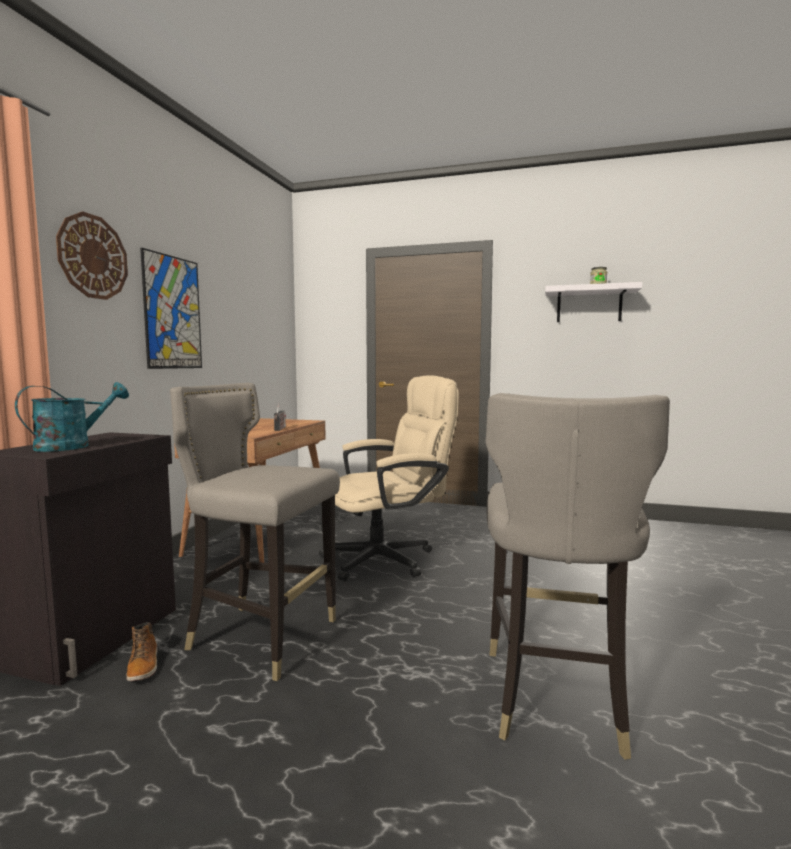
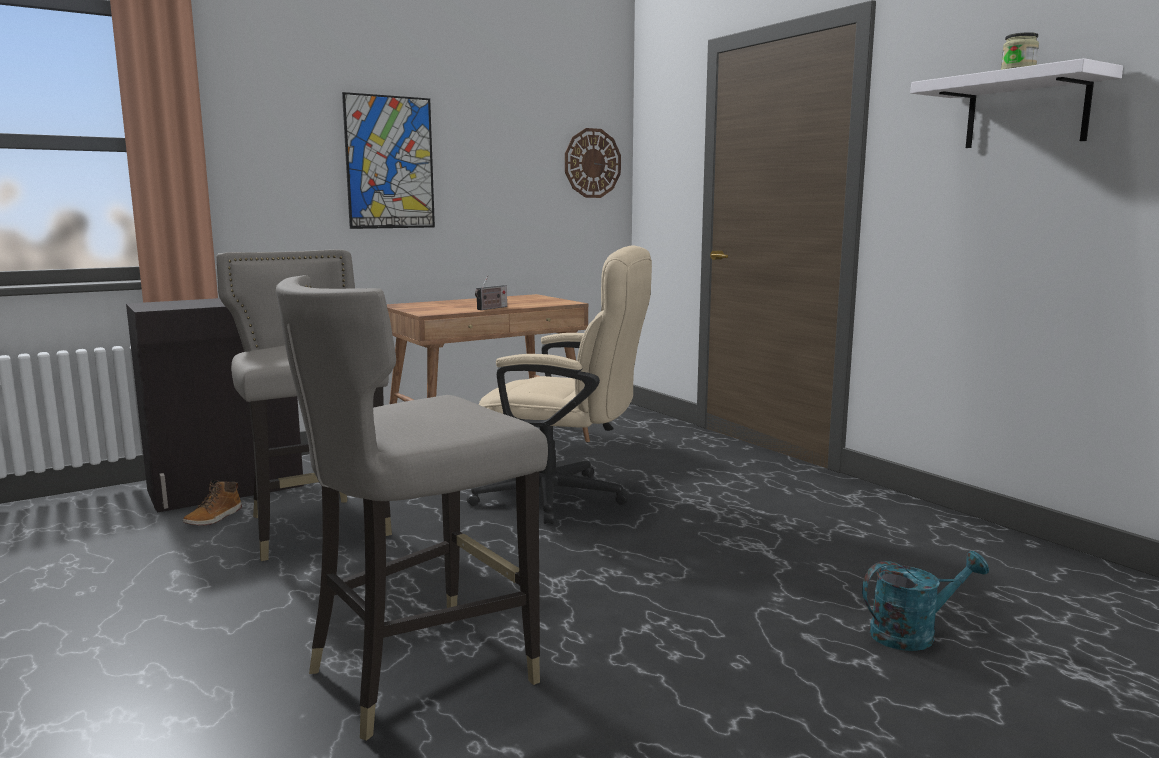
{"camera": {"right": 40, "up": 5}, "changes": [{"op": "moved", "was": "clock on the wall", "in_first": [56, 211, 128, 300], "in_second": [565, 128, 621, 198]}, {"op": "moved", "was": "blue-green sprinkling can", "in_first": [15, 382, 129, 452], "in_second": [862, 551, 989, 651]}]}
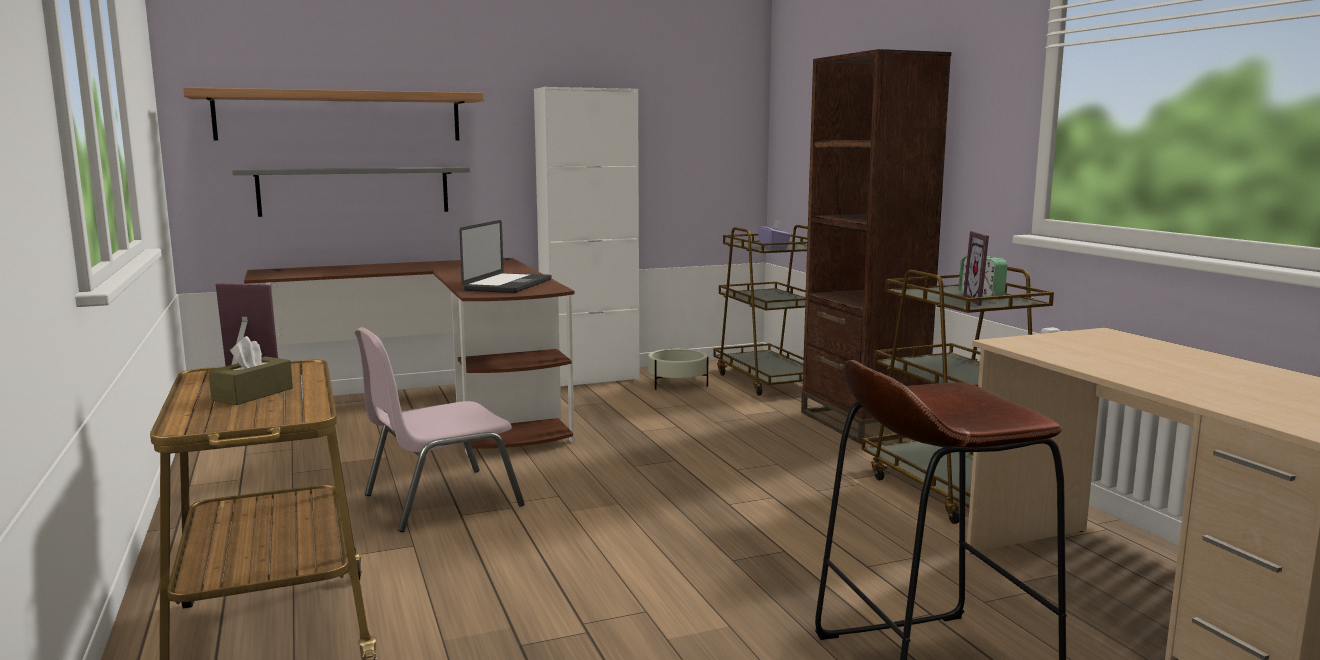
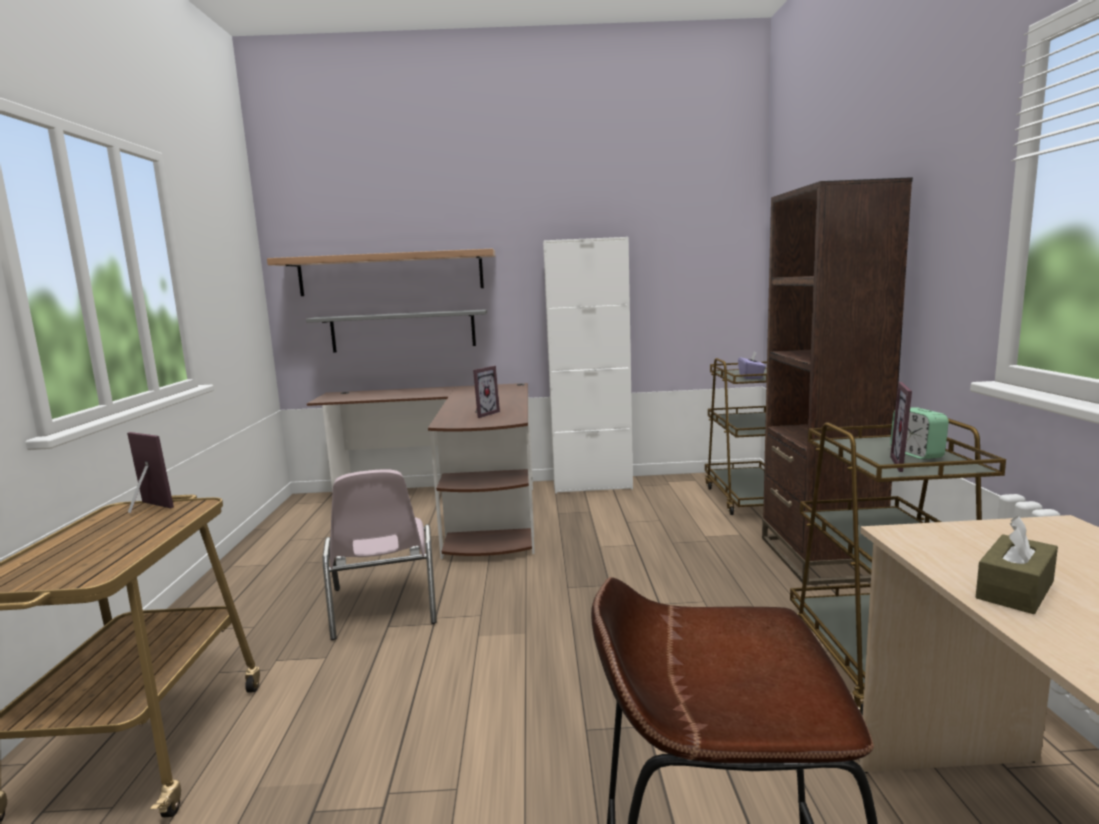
{"camera": {"right": 20, "up": 0}, "changes": [{"op": "replaced", "was": "laptop", "now": "picture frame", "in_first": [459, 220, 552, 293], "in_second": [473, 366, 500, 418]}, {"op": "turned", "was": "pink-coloured plain chair", "in_first": [354, 327, 525, 532], "in_second": [323, 469, 437, 640], "clockwise": -90}, {"op": "moved", "was": "brown-coloured box of tissues", "in_first": [209, 336, 293, 405], "in_second": [976, 516, 1058, 614]}, {"op": "removed", "was": "beige flower pot", "in_first": [648, 348, 708, 390]}]}
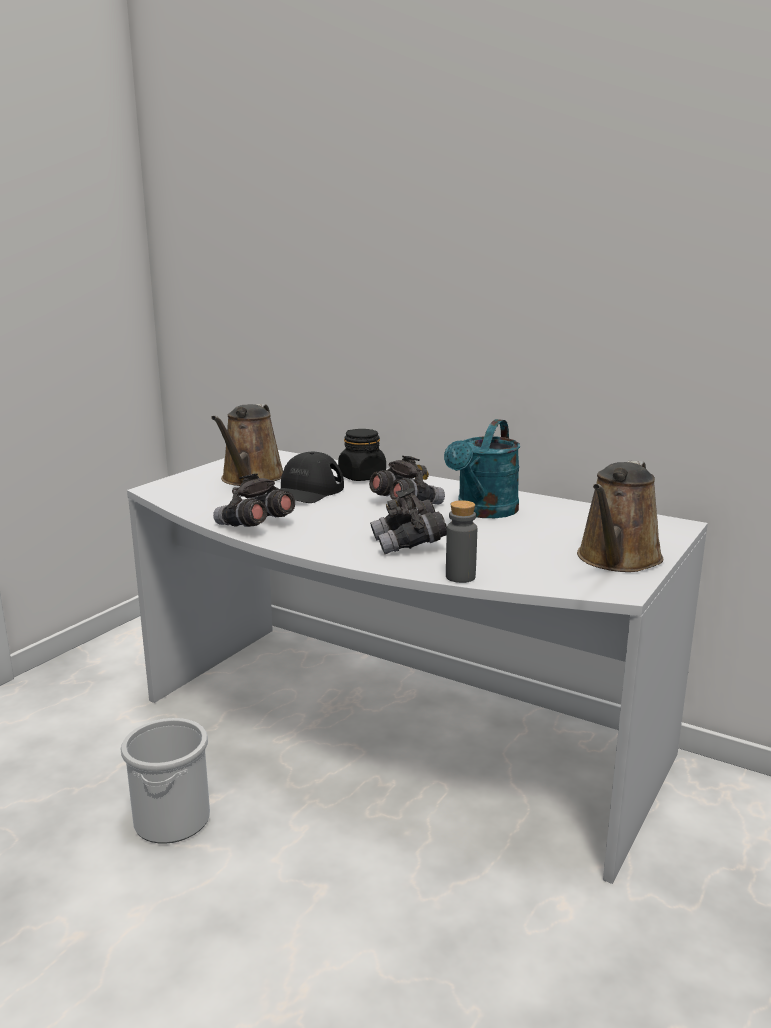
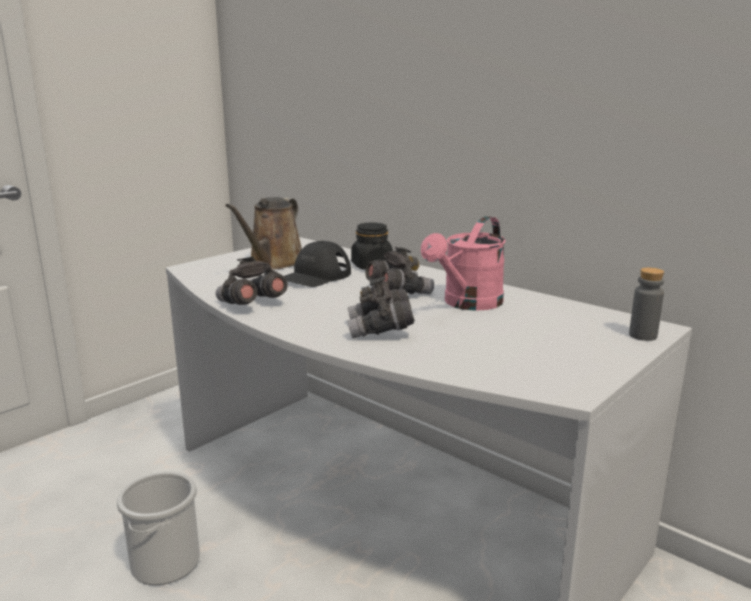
{"camera": {"right": 10, "up": 0}, "changes": [{"op": "recoloured", "was": "blue-green sprinkling can", "now": "pink-coloured sprinkling can", "in_first": [444, 419, 520, 518], "in_second": [421, 216, 506, 311]}, {"op": "removed", "was": "brown-coloured sprinkling can", "in_first": [577, 461, 663, 572]}, {"op": "moved", "was": "greyish drink bottle", "in_first": [446, 500, 477, 583], "in_second": [629, 267, 664, 341]}]}
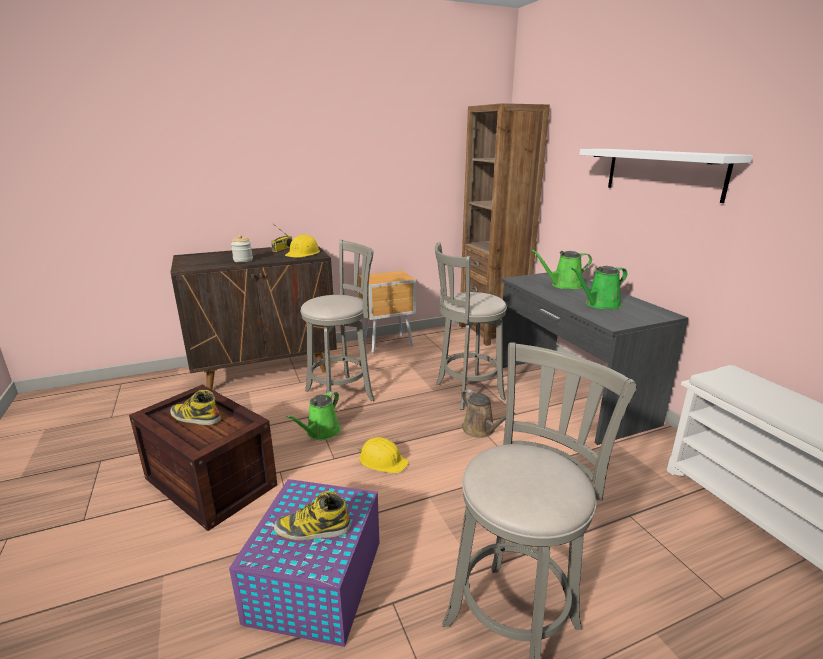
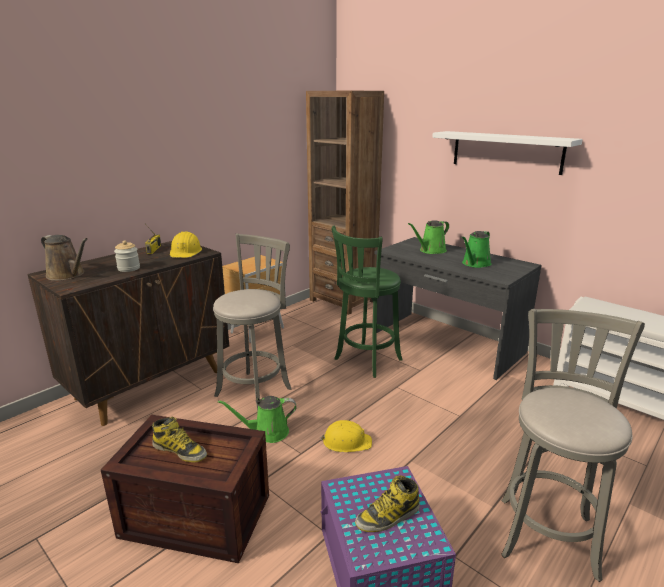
{"camera": {"right": -25, "up": 0}, "changes": [{"op": "recoloured", "was": "greyish stool", "now": "greenish stool", "in_first": [435, 242, 507, 410], "in_second": [332, 226, 403, 378]}, {"op": "moved", "was": "brown-coloured sprinkling can", "in_first": [462, 389, 515, 438], "in_second": [41, 235, 88, 281]}, {"op": "turned", "was": "tall boot", "in_first": [170, 390, 221, 425], "in_second": [152, 417, 207, 462], "clockwise": -150}, {"op": "turned", "was": "greenish sprinkling can", "in_first": [286, 391, 341, 440], "in_second": [218, 396, 297, 443], "clockwise": 75}]}
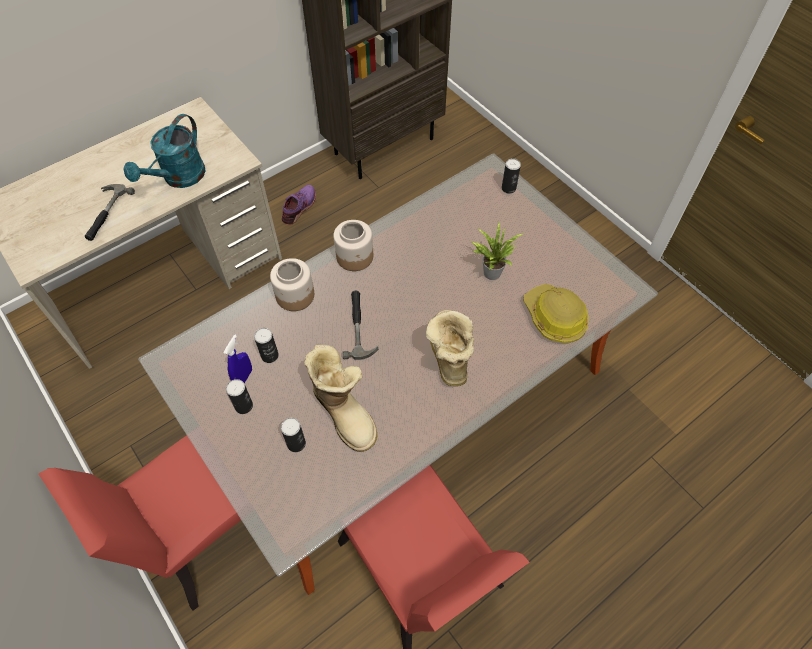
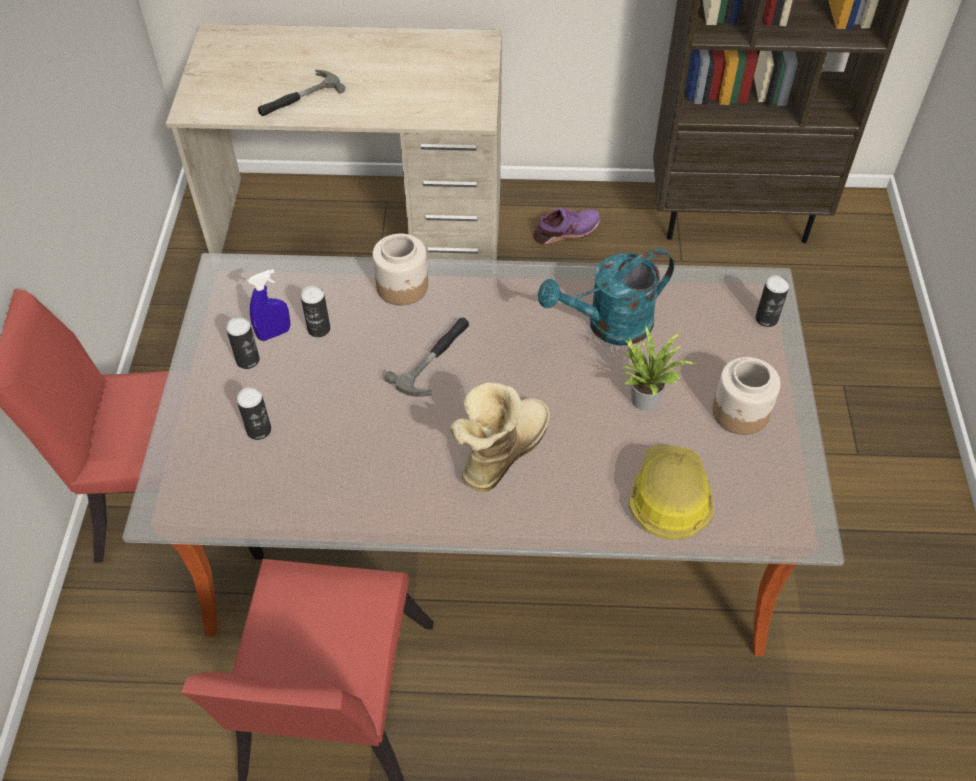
{"camera": {"right": 40, "up": -5}, "changes": [{"op": "moved", "was": "blue-green sprinkling can", "in_first": [124, 114, 205, 188], "in_second": [538, 249, 674, 345]}, {"op": "moved", "was": "jar", "in_first": [333, 220, 373, 271], "in_second": [712, 357, 781, 435]}, {"op": "removed", "was": "tall boot", "in_first": [304, 345, 378, 452]}]}
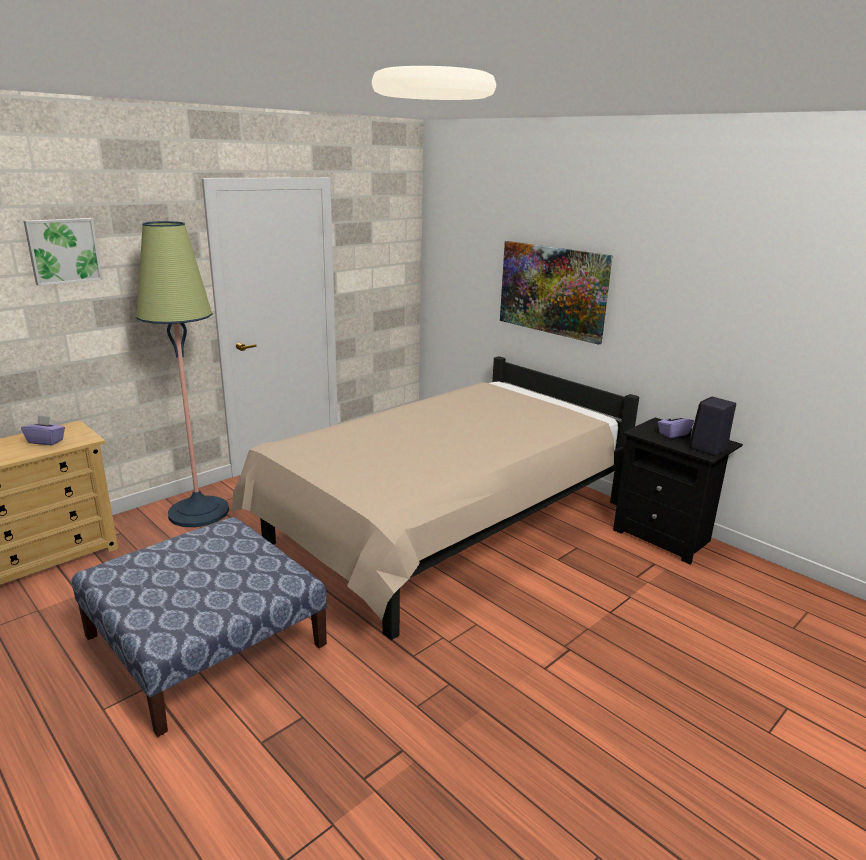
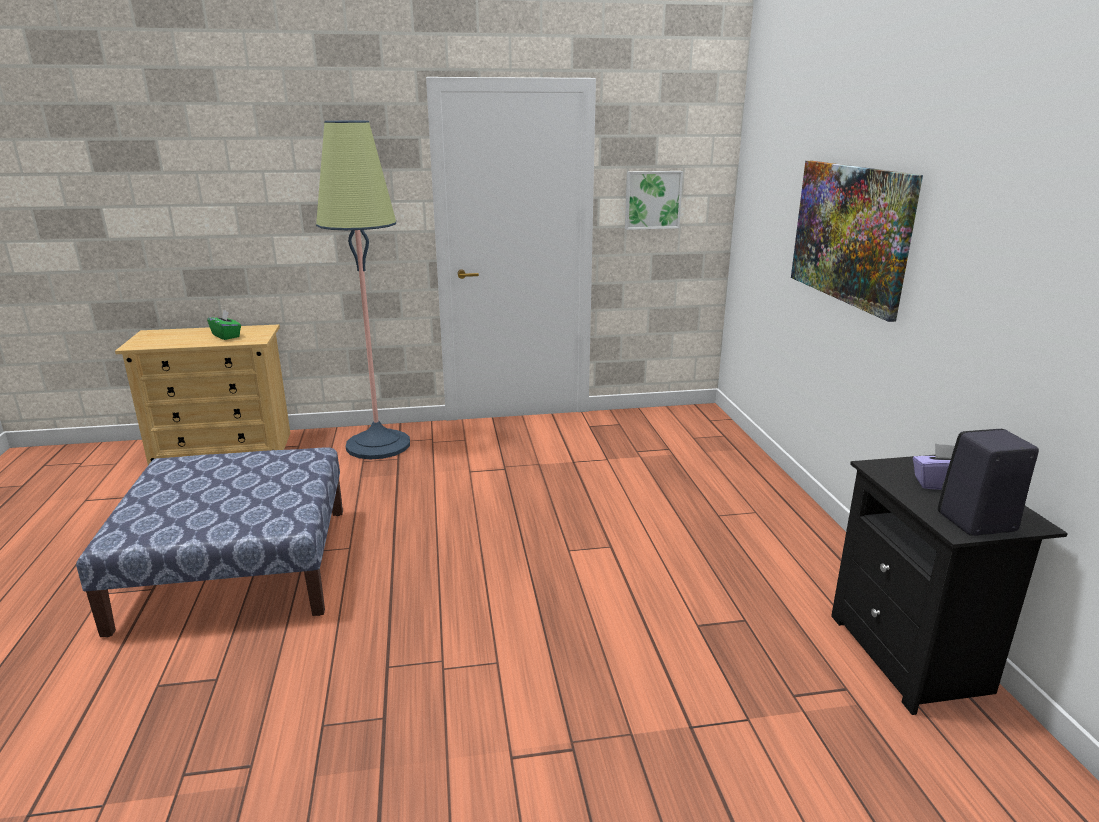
{"camera": {"right": 35, "up": 0}, "changes": [{"op": "moved", "was": "picture", "in_first": [24, 218, 103, 286], "in_second": [625, 171, 683, 230]}, {"op": "removed", "was": "beige bed", "in_first": [232, 356, 639, 640]}, {"op": "recoloured", "was": "purple box of tissues", "now": "greenish box of tissues", "in_first": [21, 415, 65, 445], "in_second": [207, 310, 241, 340]}]}
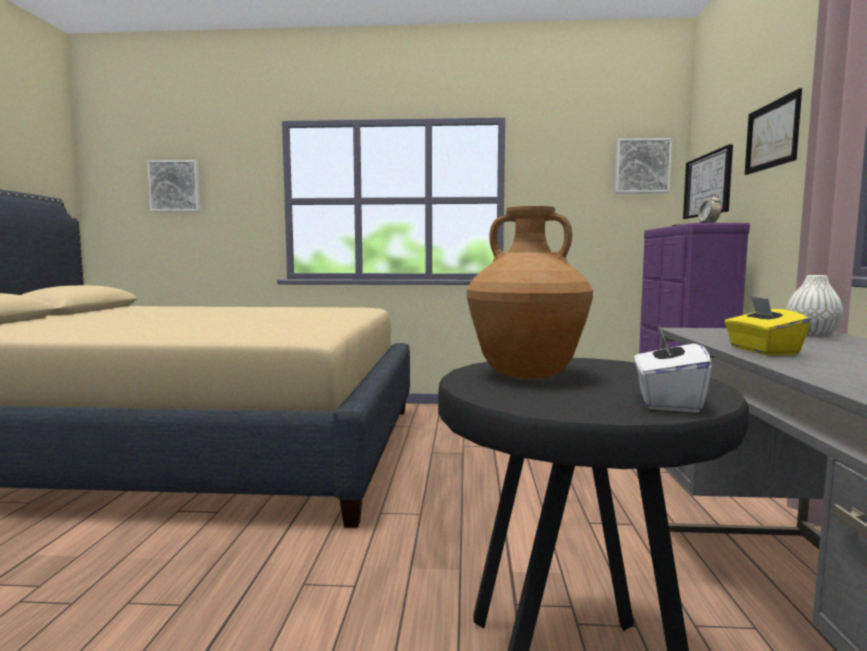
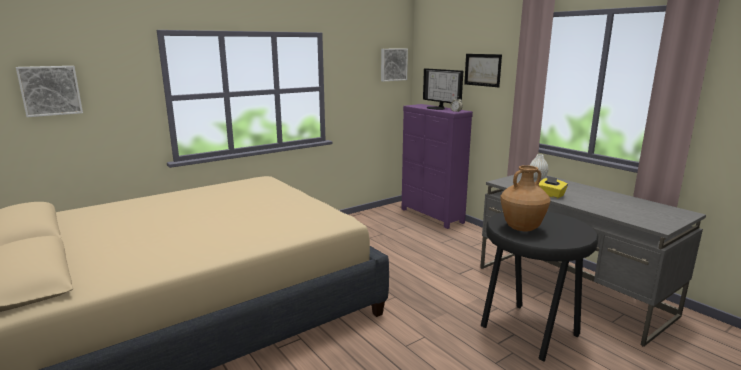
{"camera": {"right": -40, "up": 10}, "changes": [{"op": "removed", "was": "whitish box of tissues", "in_first": [634, 327, 712, 413]}]}
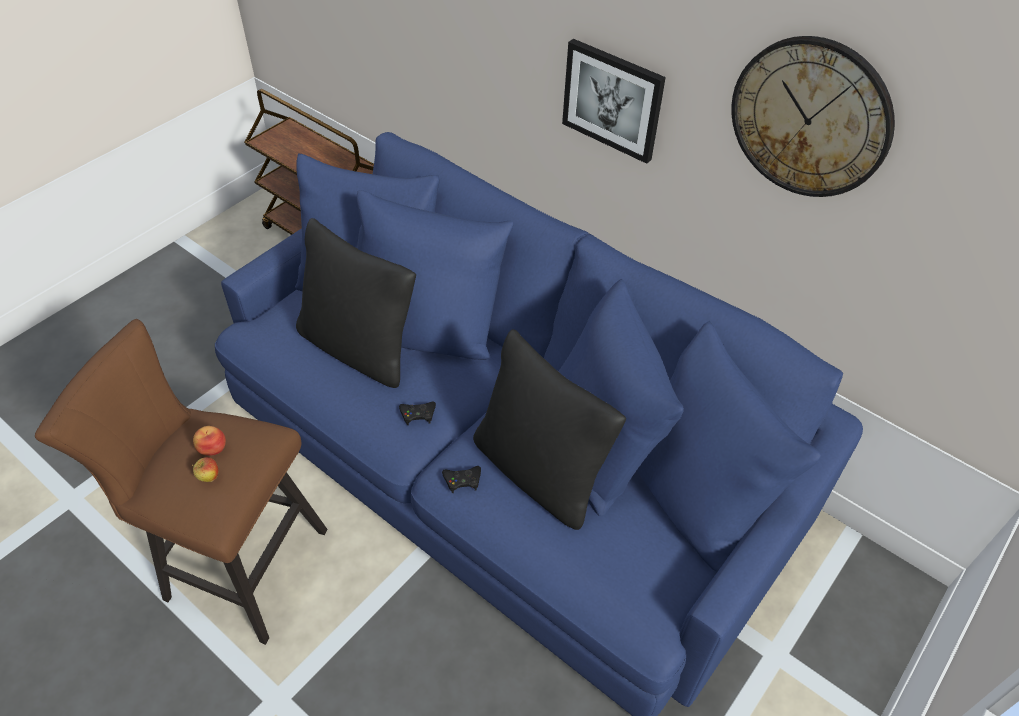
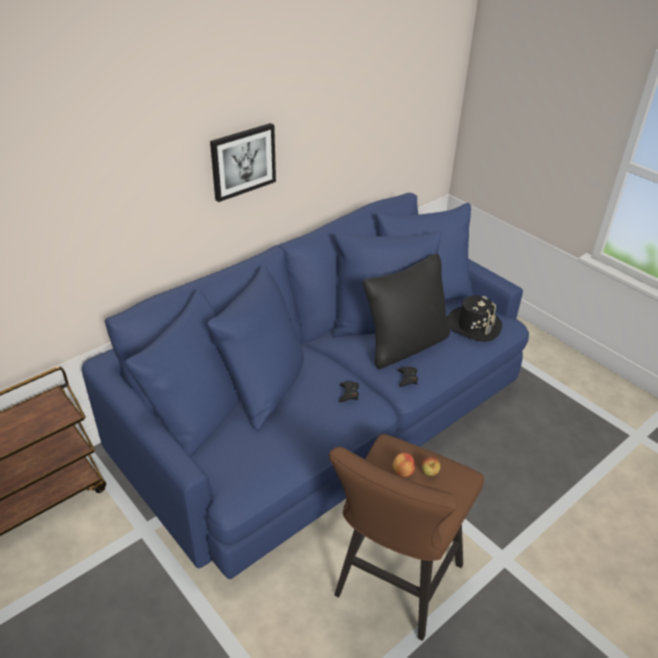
{"camera": {"right": -80, "up": -10}, "changes": [{"op": "removed", "was": "clock on the wall", "in_first": [731, 36, 895, 197]}, {"op": "removed", "was": "black-coloured throw pillow", "in_first": [296, 218, 416, 388]}, {"op": "added", "now": "black-coloured clothing hat", "in_second": [447, 295, 502, 342]}]}
